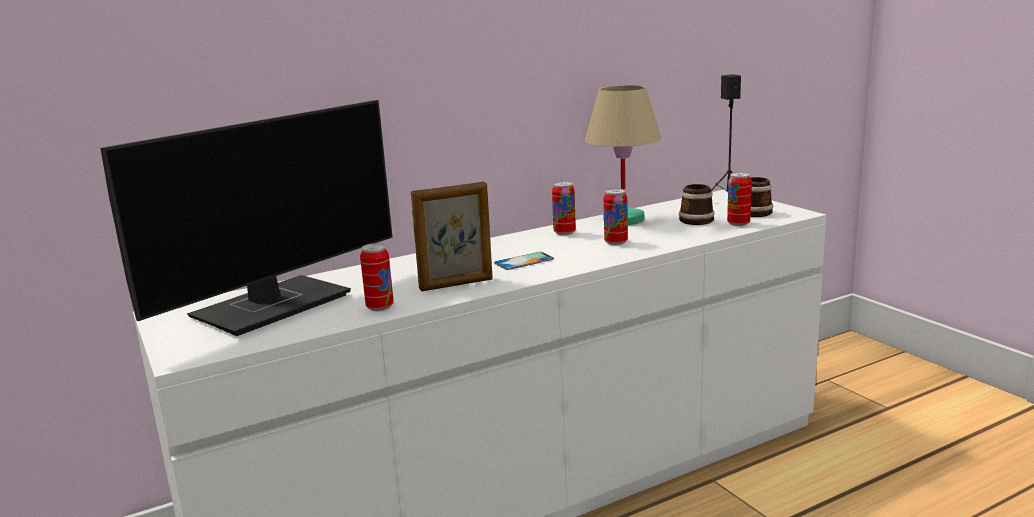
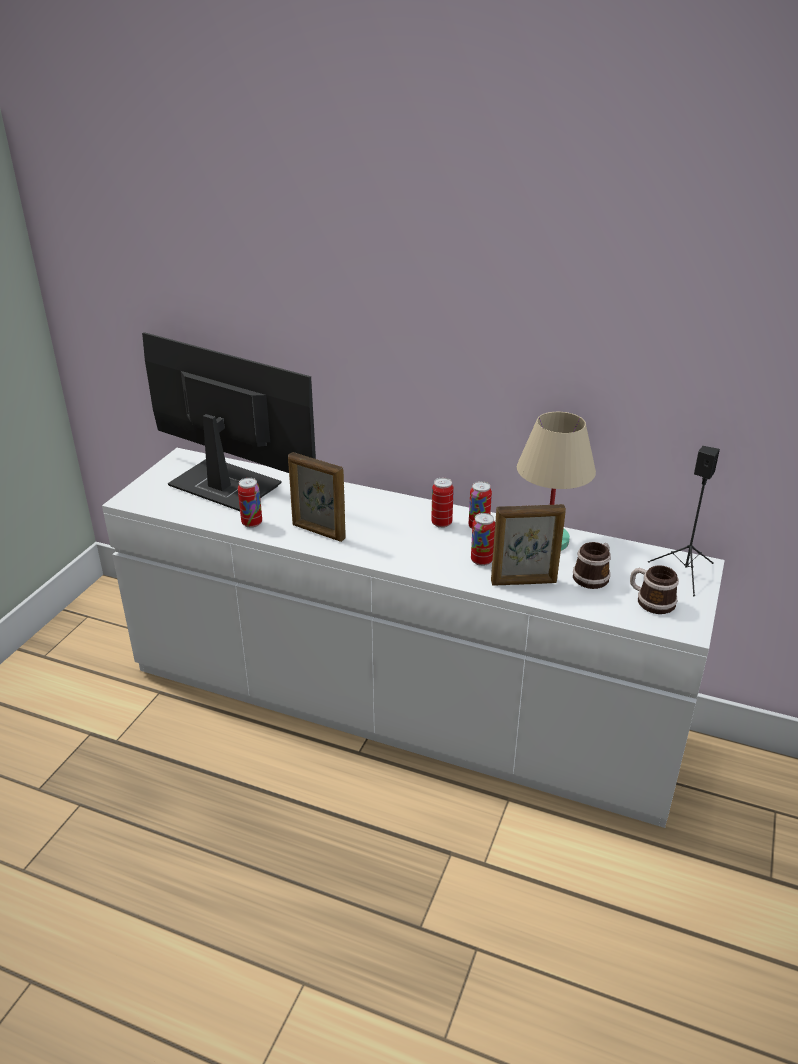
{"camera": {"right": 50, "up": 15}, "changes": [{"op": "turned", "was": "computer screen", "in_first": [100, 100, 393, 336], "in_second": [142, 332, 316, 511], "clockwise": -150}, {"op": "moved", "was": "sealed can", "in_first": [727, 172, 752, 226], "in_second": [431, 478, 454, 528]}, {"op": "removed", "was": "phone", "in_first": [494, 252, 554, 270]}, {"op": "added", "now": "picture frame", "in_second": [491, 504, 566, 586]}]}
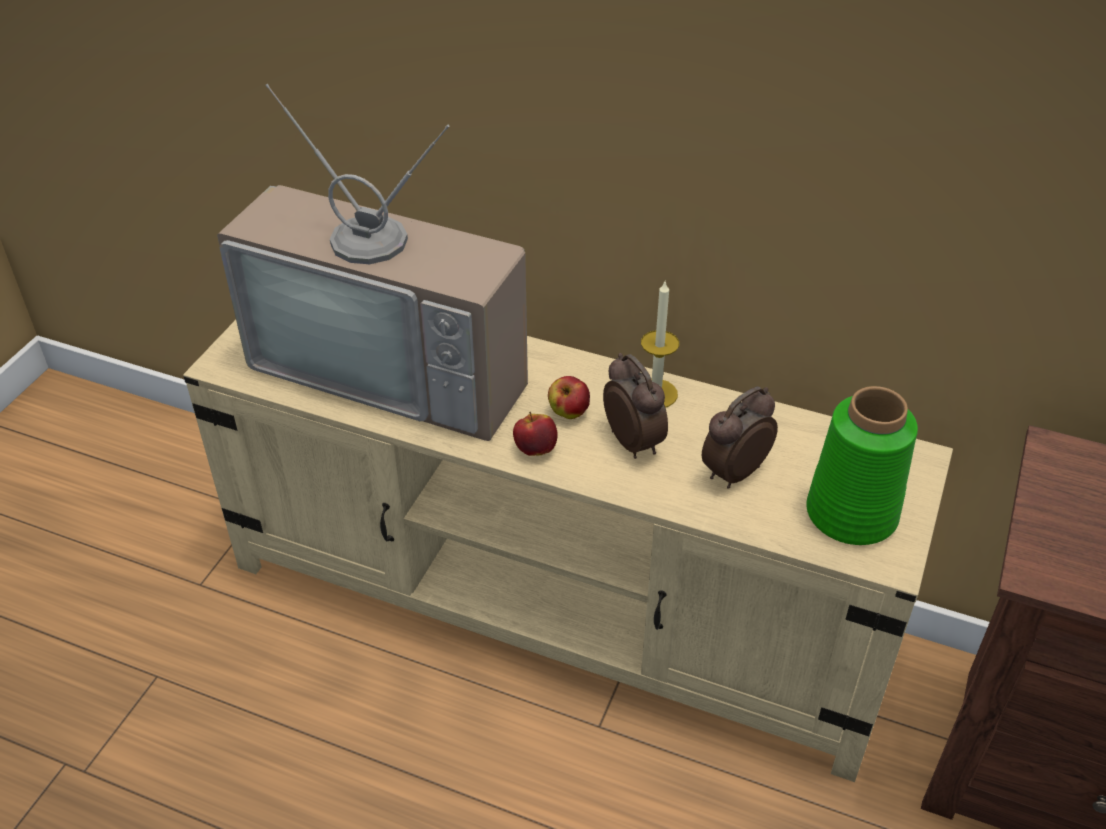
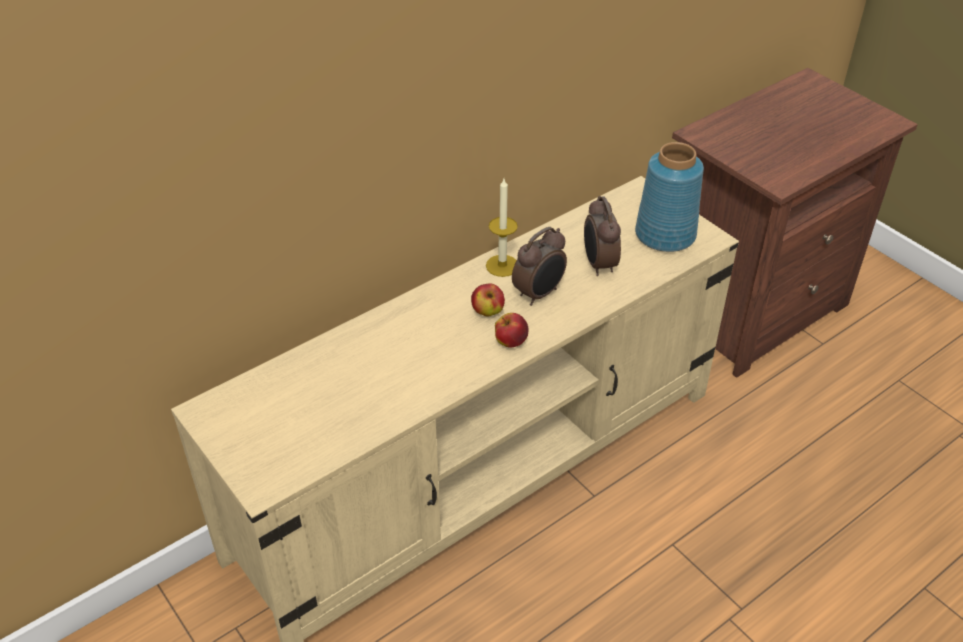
{"camera": {"right": -60, "up": 0}, "changes": [{"op": "removed", "was": "TV set", "in_first": [217, 84, 528, 441]}, {"op": "turned", "was": "table clock", "in_first": [603, 353, 668, 459], "in_second": [512, 227, 567, 306], "clockwise": 135}, {"op": "recoloured", "was": "greenish decorative vase", "now": "blue-coloured decorative vase", "in_first": [806, 386, 918, 545], "in_second": [635, 142, 704, 252]}]}
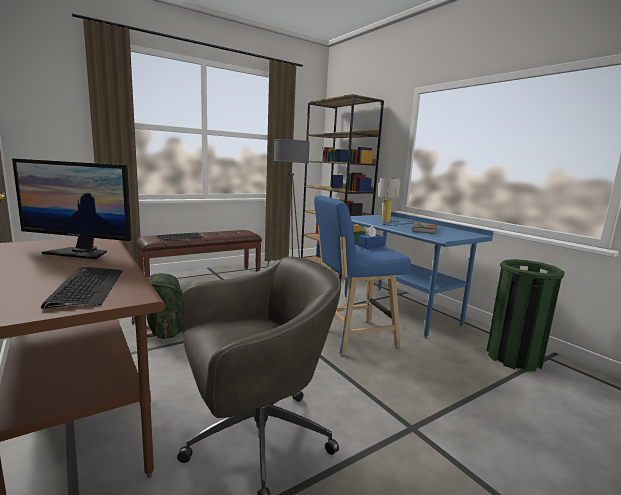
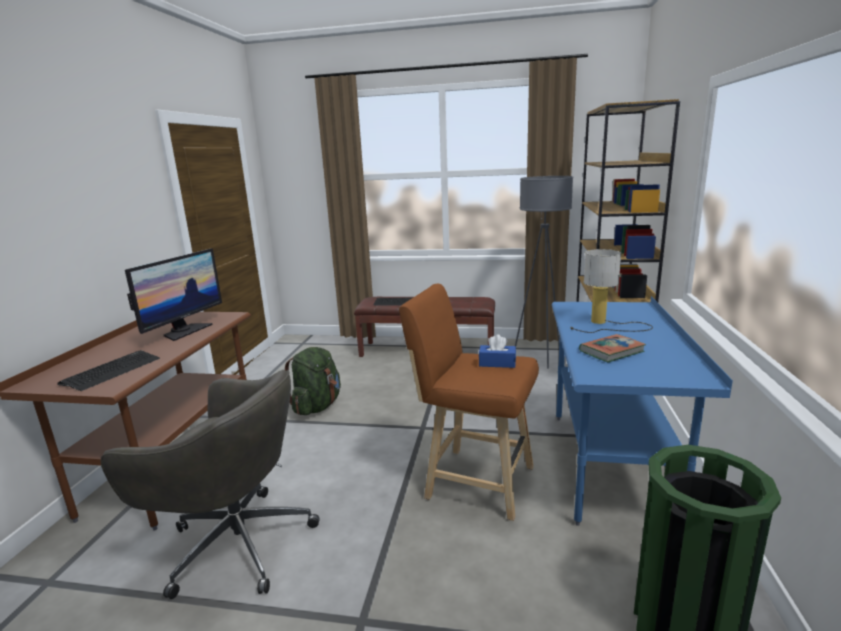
{"camera": {"right": 45, "up": 5}, "changes": [{"op": "turned", "was": "computer screen", "in_first": [12, 158, 132, 259], "in_second": [125, 248, 222, 341], "clockwise": -120}, {"op": "recoloured", "was": "blue-coloured stool", "now": "brown-coloured stool", "in_first": [314, 195, 411, 356], "in_second": [399, 284, 539, 521]}]}
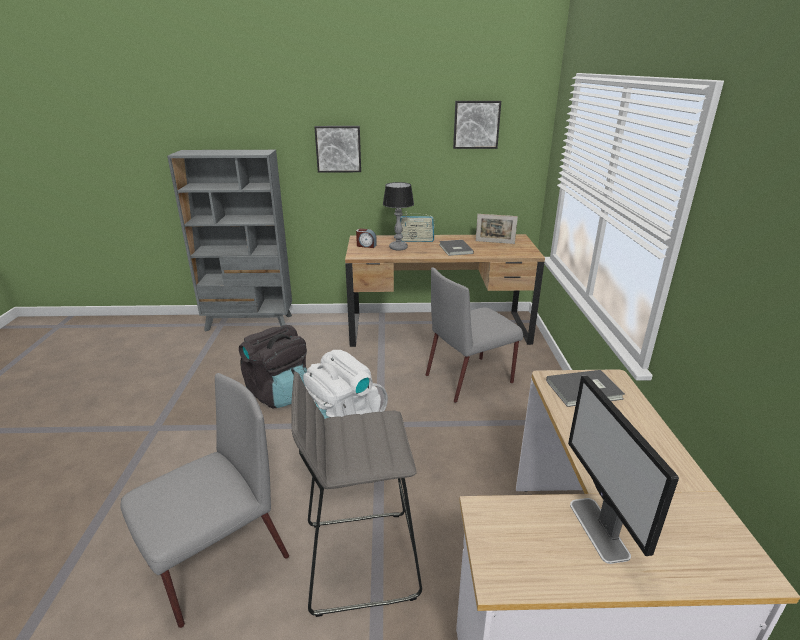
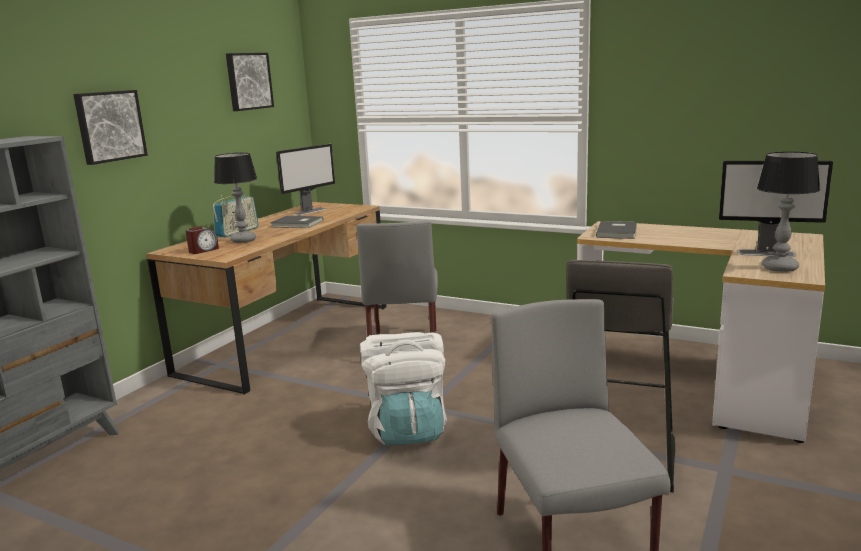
{"camera": {"right": -60, "up": -10}, "changes": [{"op": "replaced", "was": "picture frame", "now": "computer screen", "in_first": [476, 214, 518, 244], "in_second": [276, 144, 335, 215]}, {"op": "removed", "was": "black-coloured knapsack", "in_first": [239, 325, 307, 409]}, {"op": "added", "now": "lamp for a table", "in_second": [757, 152, 820, 272]}]}
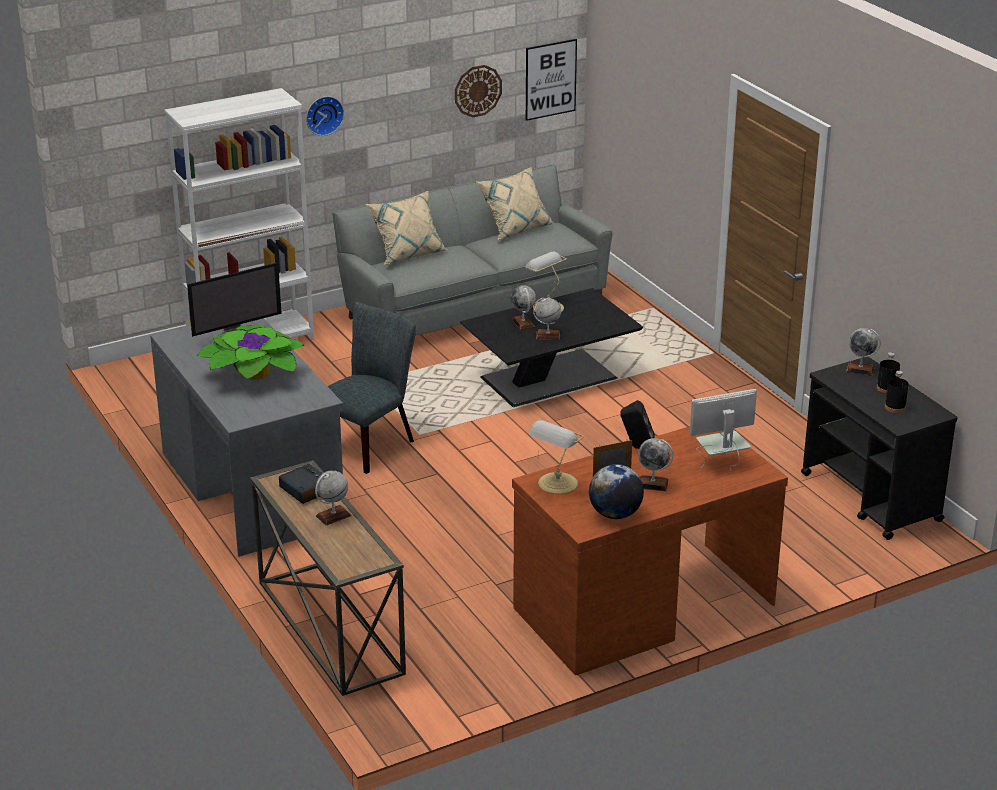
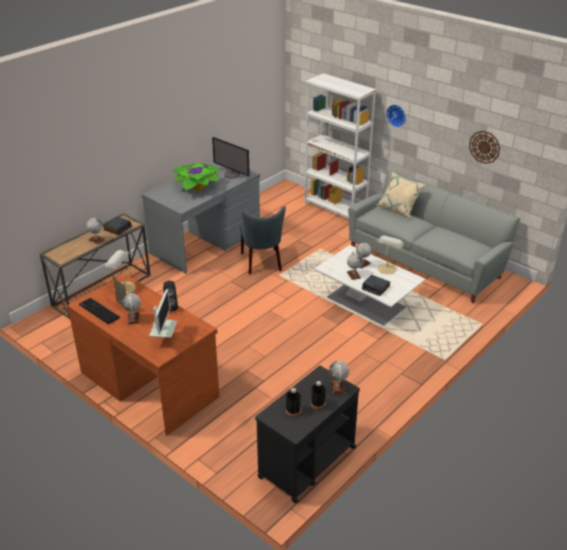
{"camera": {"right": 70, "up": 5}, "changes": [{"op": "removed", "was": "picture", "in_first": [526, 39, 577, 121]}, {"op": "removed", "was": "beige throw pillow", "in_first": [476, 167, 554, 240]}, {"op": "recoloured", "was": "black-coloured lounge table", "now": "whitish lounge table", "in_first": [460, 288, 643, 407], "in_second": [314, 245, 426, 327]}, {"op": "turned", "was": "greyish plain chair", "in_first": [328, 302, 416, 474], "in_second": [240, 206, 286, 275], "clockwise": 60}, {"op": "turned", "was": "computer screen", "in_first": [690, 389, 757, 470], "in_second": [147, 289, 177, 339], "clockwise": 45}, {"op": "replaced", "was": "desk globe", "now": "computer keyboard", "in_first": [589, 464, 644, 519], "in_second": [79, 298, 120, 324]}, {"op": "added", "now": "table clock", "in_second": [362, 275, 390, 296]}]}
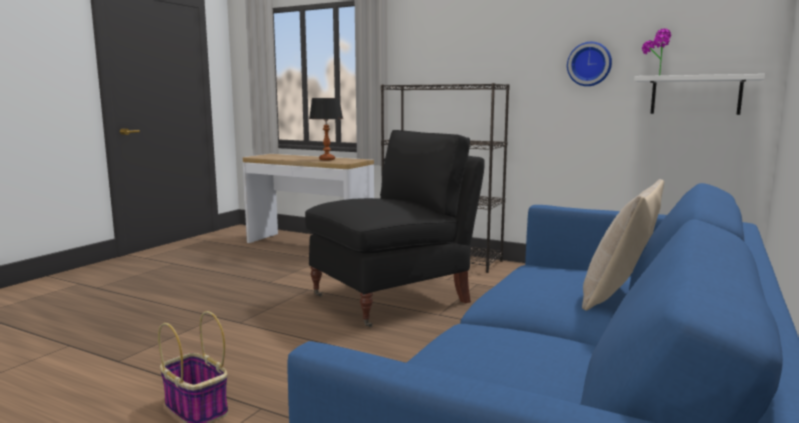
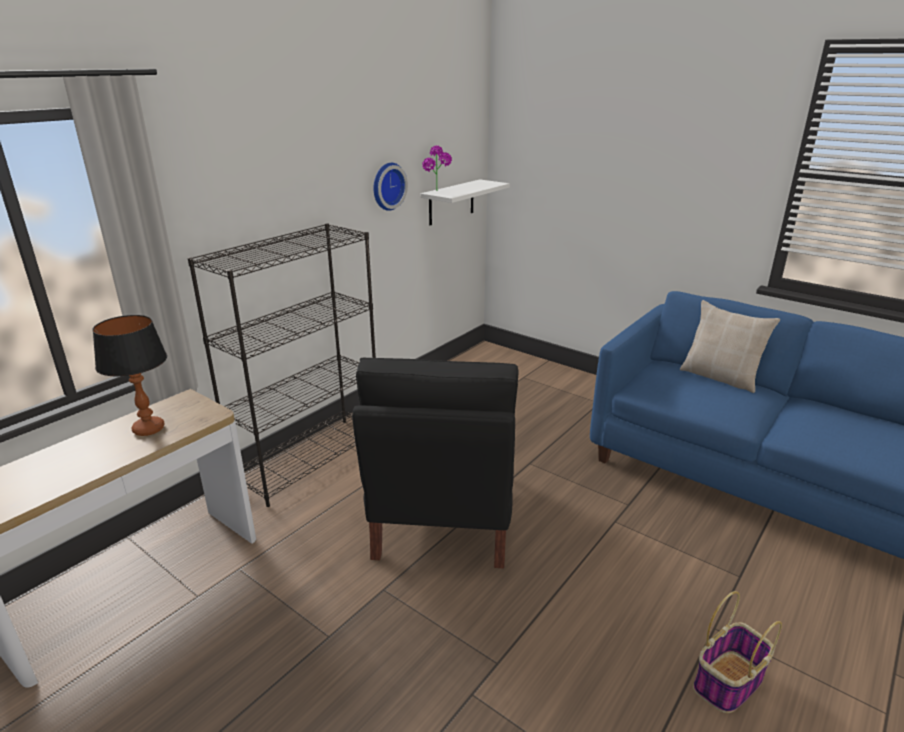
{"camera": {"right": -80, "up": 15}, "changes": [{"op": "turned", "was": "black-coloured armchair", "in_first": [305, 130, 485, 327], "in_second": [352, 358, 519, 569], "clockwise": -150}]}
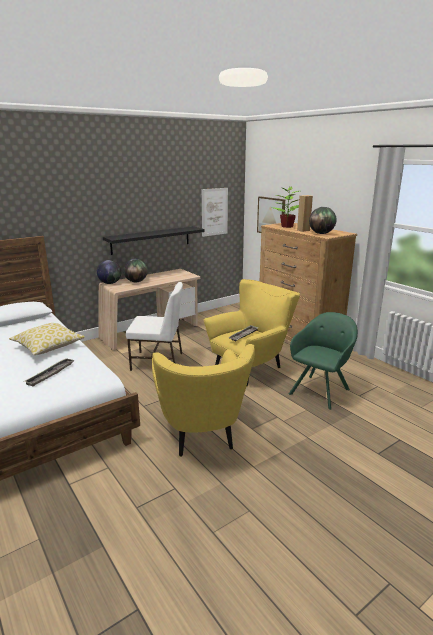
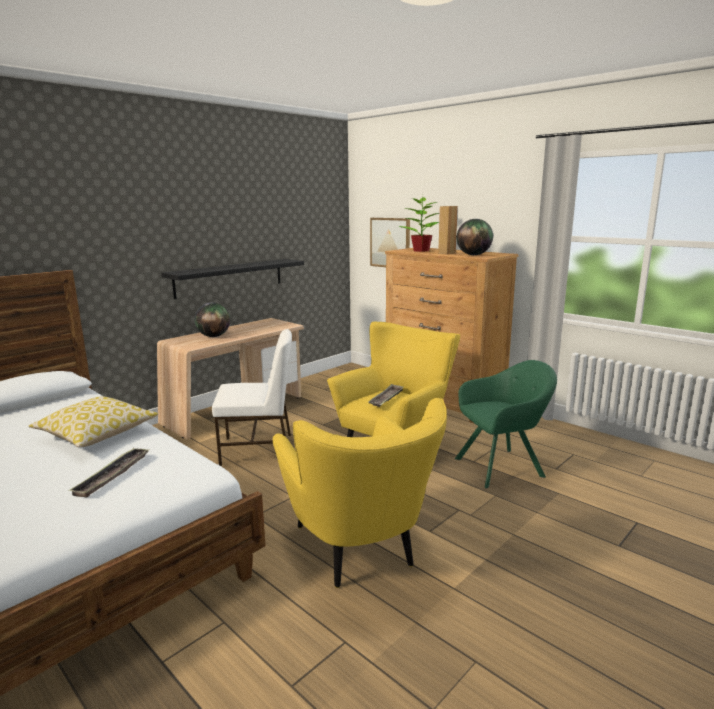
{"camera": {"right": -10, "up": -5}, "changes": [{"op": "removed", "was": "picture", "in_first": [202, 188, 228, 237]}, {"op": "removed", "was": "desk globe", "in_first": [97, 260, 121, 284]}, {"op": "turned", "was": "greenish armchair", "in_first": [289, 312, 358, 410], "in_second": [455, 360, 557, 488], "clockwise": 45}]}
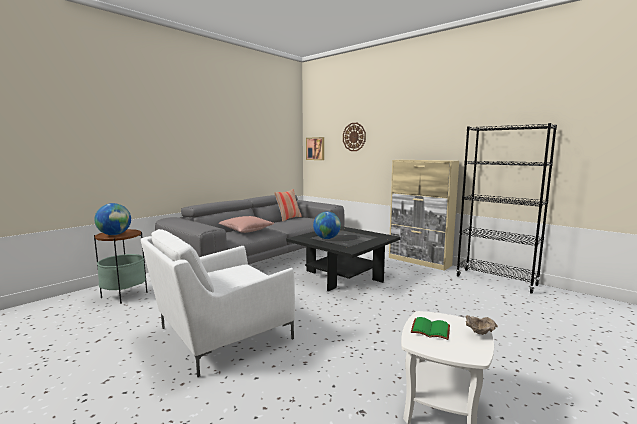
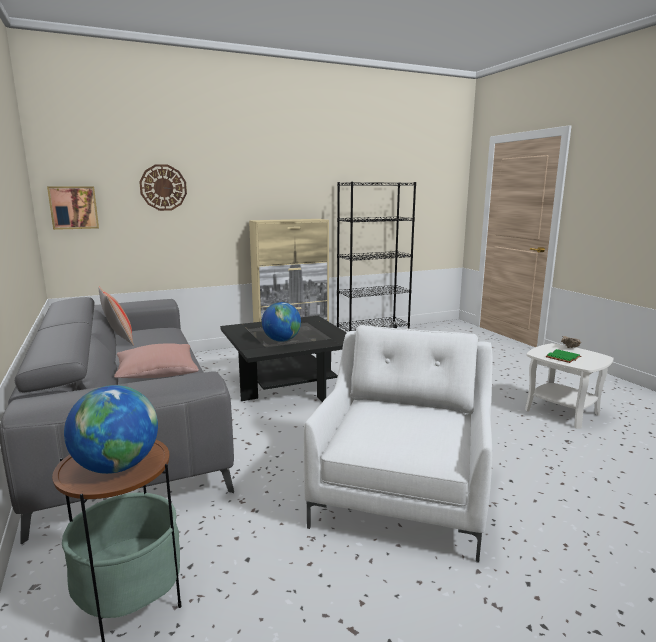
{"camera": {"right": -65, "up": 5}, "changes": [{"op": "turned", "was": "whitish armchair", "in_first": [141, 229, 295, 377], "in_second": [303, 325, 493, 563], "clockwise": -150}]}
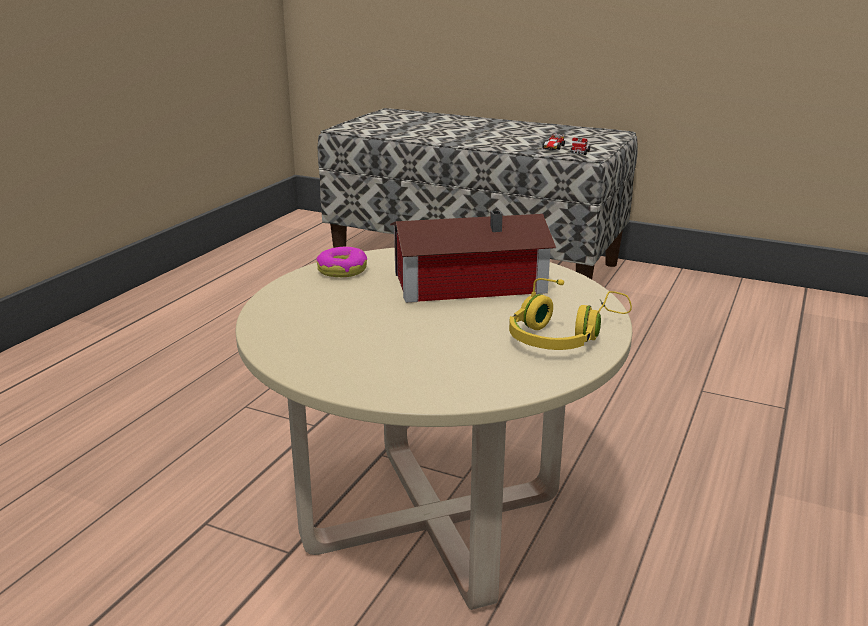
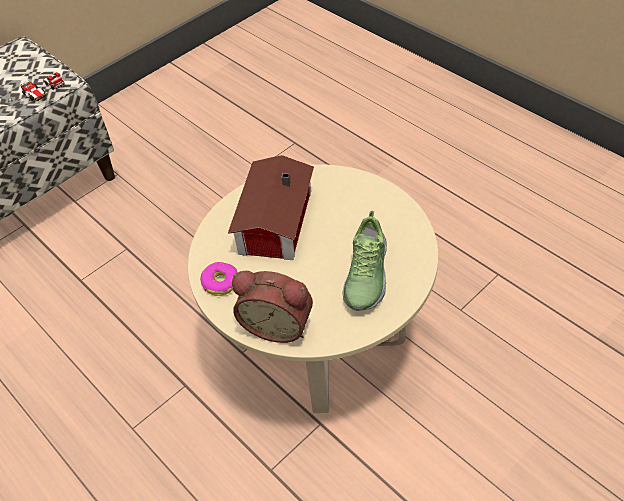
{"camera": {"right": -65, "up": 25}, "changes": [{"op": "removed", "was": "yellow-coloured headset", "in_first": [509, 278, 632, 350]}, {"op": "added", "now": "low shoe", "in_second": [343, 211, 387, 311]}, {"op": "added", "now": "table clock", "in_second": [232, 271, 313, 343]}]}
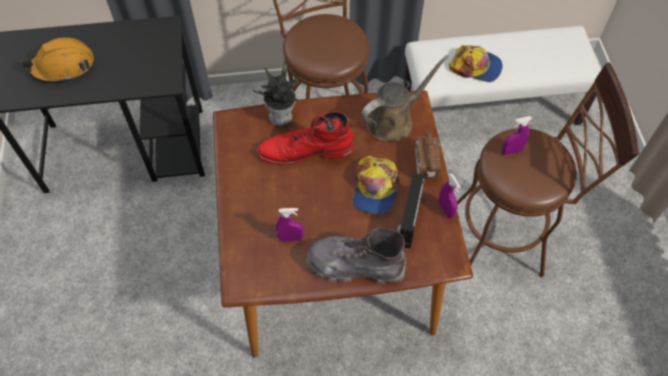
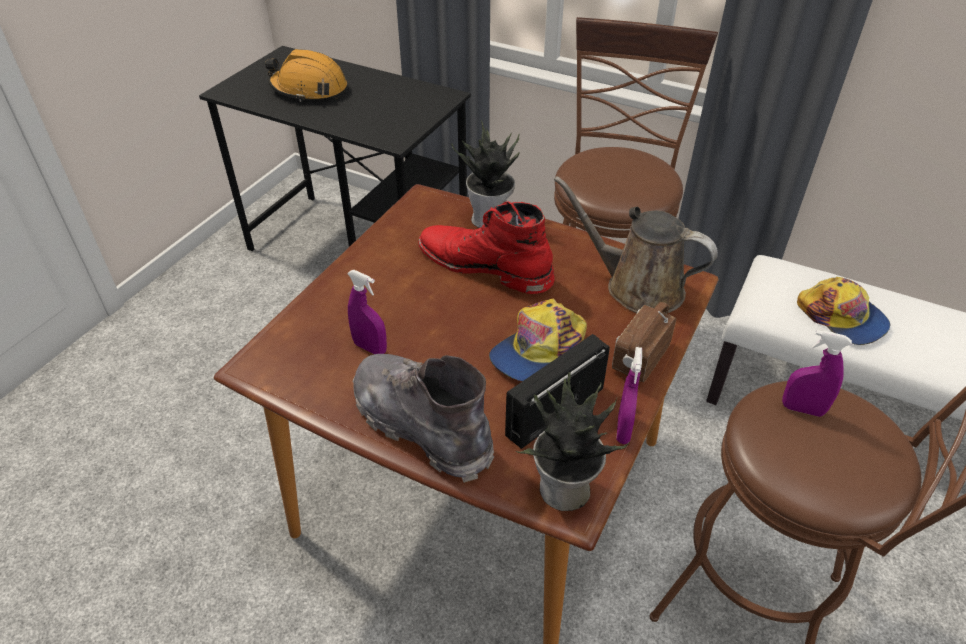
{"camera": {"right": 35, "up": -15}, "changes": [{"op": "turned", "was": "brown-coloured sprinkling can", "in_first": [361, 55, 449, 141], "in_second": [554, 176, 718, 313], "clockwise": -150}, {"op": "added", "now": "plant in a pot", "in_second": [516, 372, 629, 511]}]}
